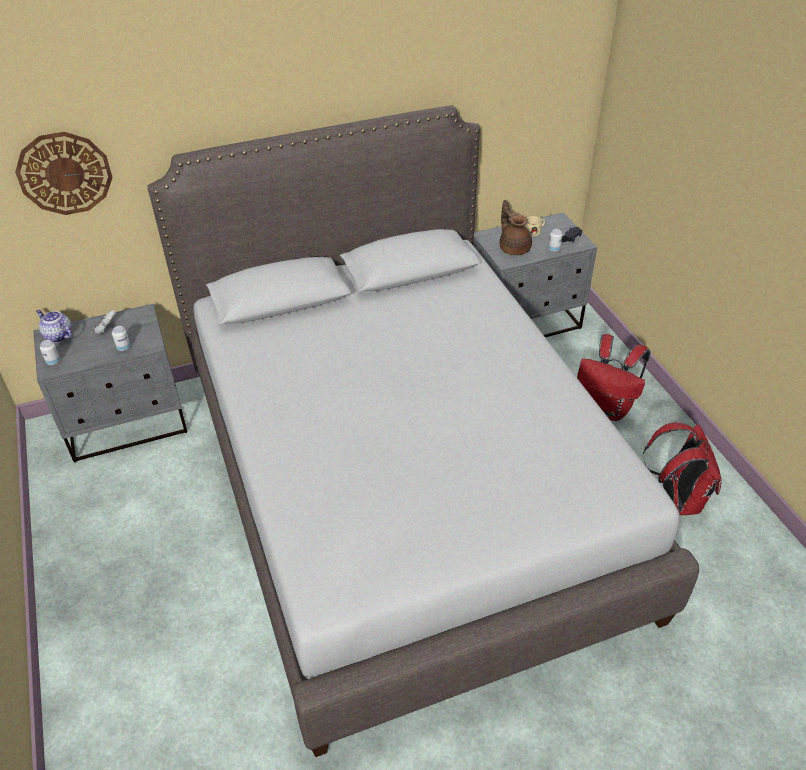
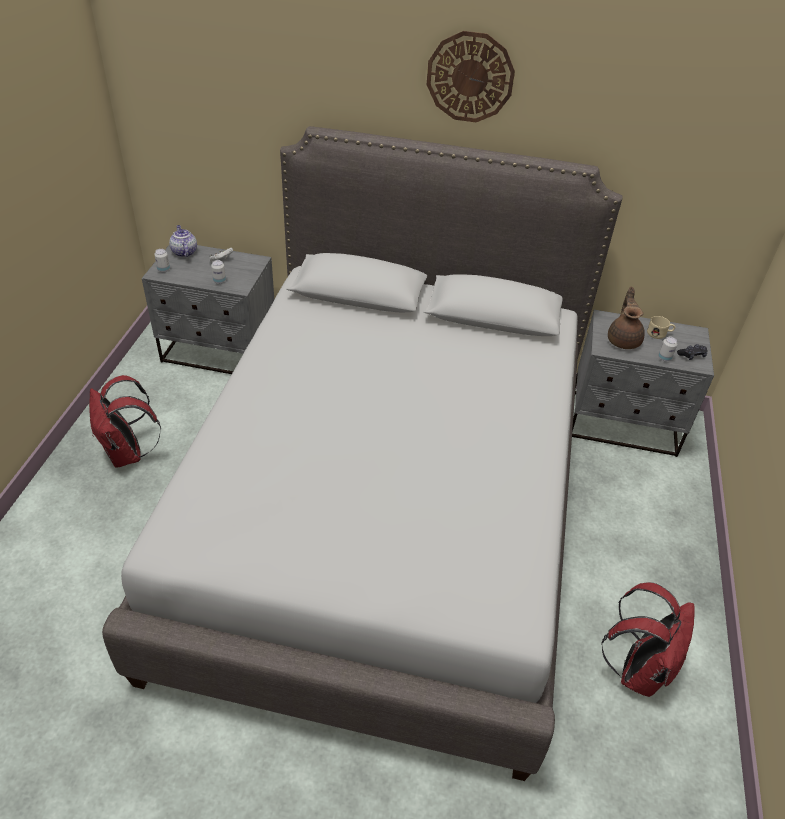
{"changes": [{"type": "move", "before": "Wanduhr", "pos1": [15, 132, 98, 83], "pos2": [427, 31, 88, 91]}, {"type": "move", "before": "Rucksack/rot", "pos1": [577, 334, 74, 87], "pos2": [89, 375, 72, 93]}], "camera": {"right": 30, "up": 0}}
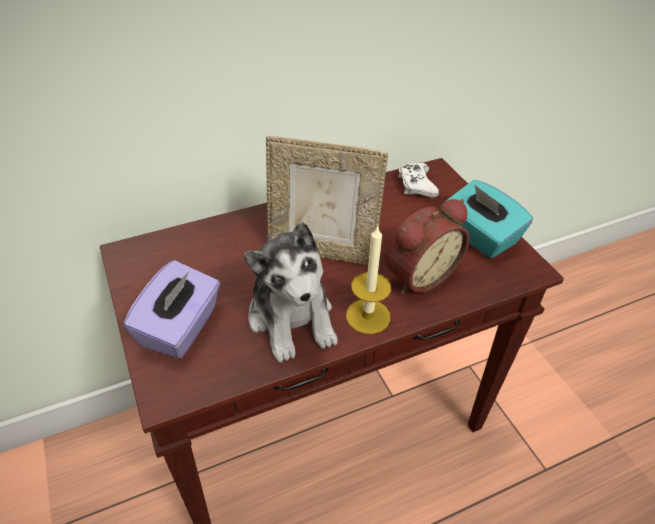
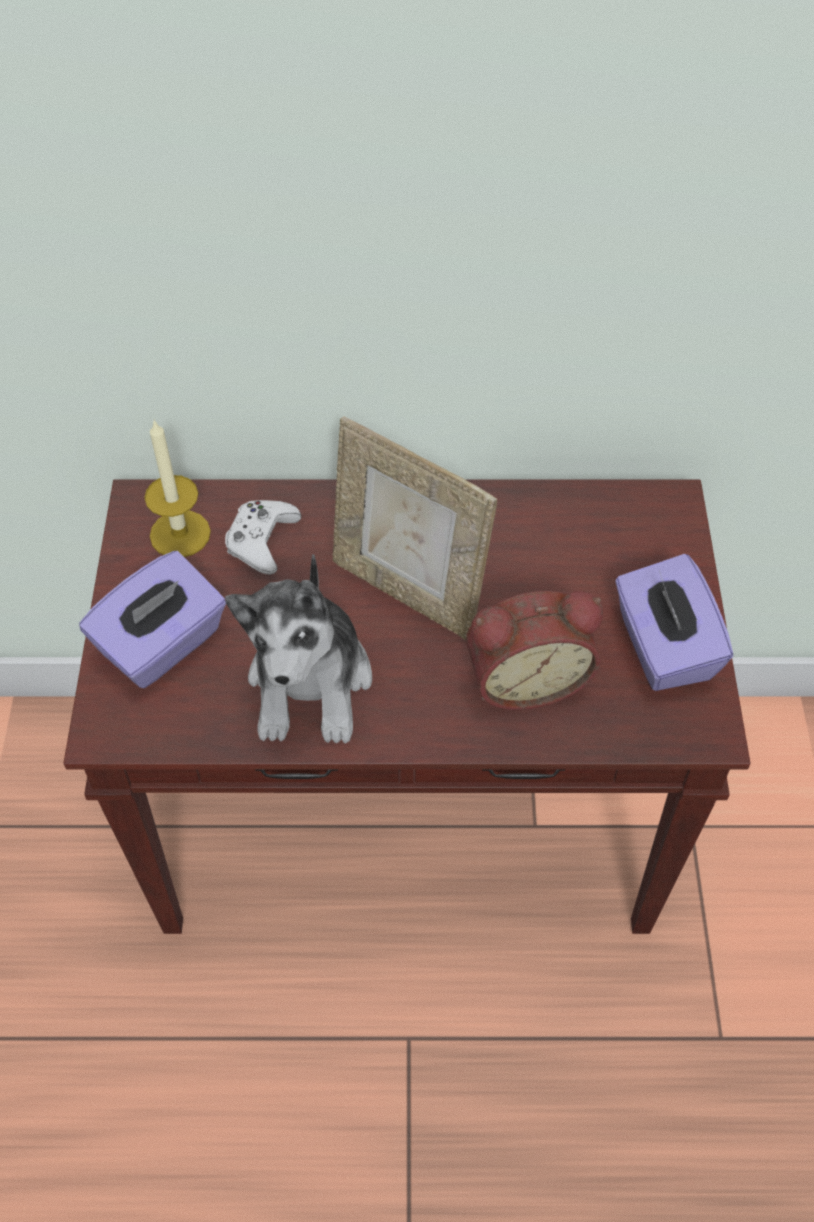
{"changes": [{"type": "move", "before": "Kerze", "pos1": [346, 225, 45, 109], "pos2": [144, 419, 67, 138]}, {"type": "move", "before": "Gamepad/weiß", "pos1": [398, 163, 41, 35], "pos2": [225, 500, 76, 75]}, {"type": "recolor", "before": "Taschentuchbox/türkis", "after": "Taschentuchbox/lila", "pos1": [445, 180, 88, 79], "pos2": [615, 554, 118, 137]}], "camera": {"right": 25, "up": 10}}
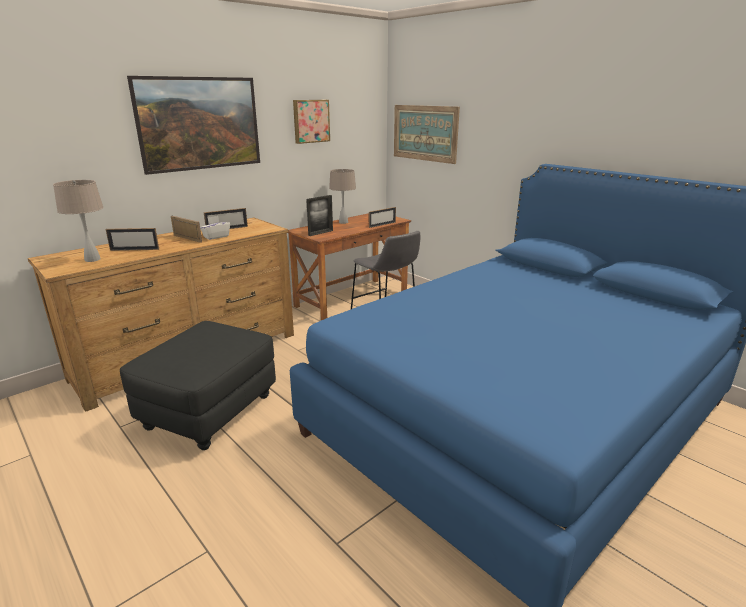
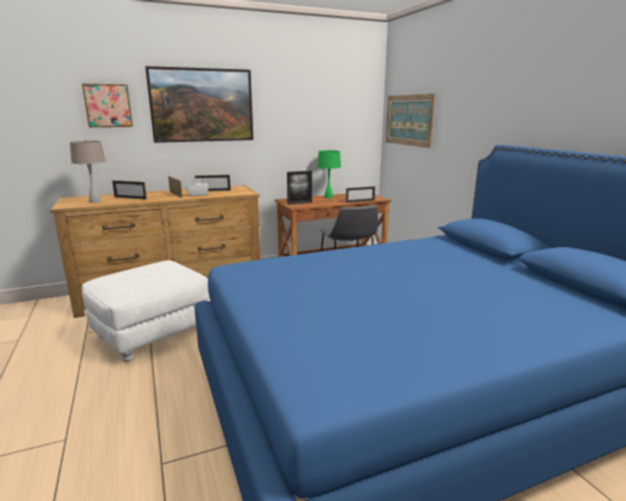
{"changes": [{"type": "move", "before": "Bild", "pos1": [293, 100, 37, 44], "pos2": [82, 84, 51, 43]}, {"type": "recolor", "before": "Polsterhocker/schwarz", "after": "Polsterhocker/weiß", "pos1": [120, 321, 156, 129], "pos2": [82, 260, 128, 103]}, {"type": "recolor", "before": "Tischlampe/beige", "after": "Tischlampe/grün", "pos1": [329, 169, 27, 55], "pos2": [317, 150, 24, 48]}], "camera": {"right": 20, "up": -5}}
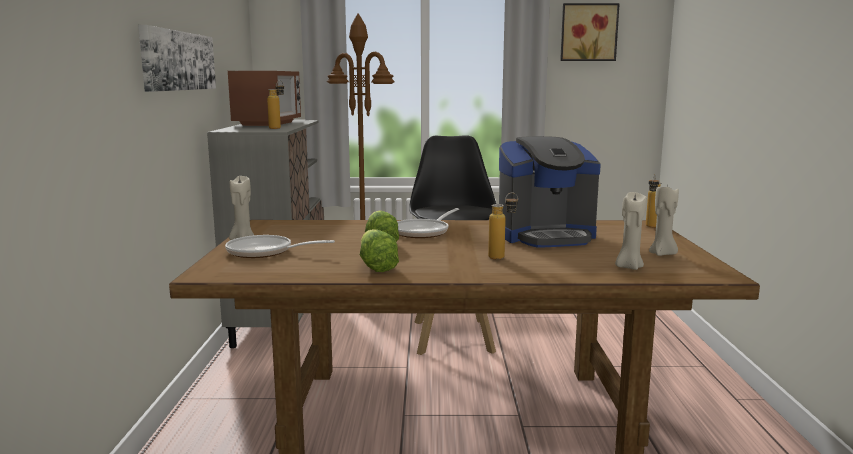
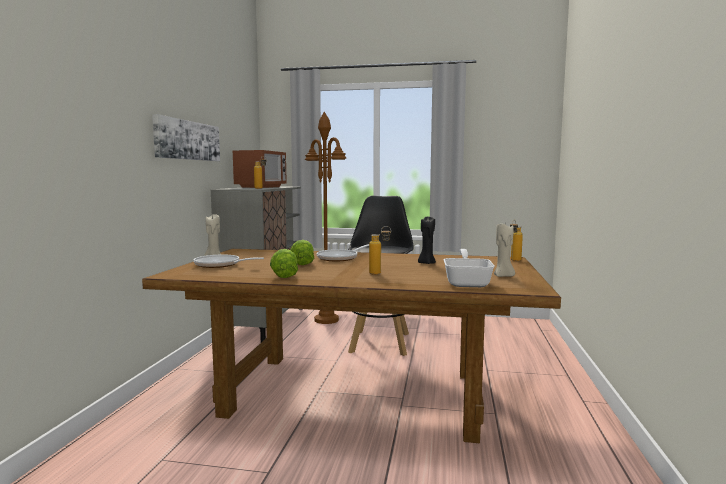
{"changes": [{"type": "delete", "before": "Bild", "pos1": [560, 3, 60, 58]}, {"type": "replace", "before": "Kaffeemaschine", "after": "Kerze/schwarz", "pos1": [499, 136, 102, 112], "pos2": [418, 217, 18, 47]}, {"type": "replace", "before": "Kerze/beige", "after": "Pfanne", "pos1": [615, 191, 32, 79], "pos2": [444, 249, 51, 38]}], "camera": {"right": 10, "up": -5}}
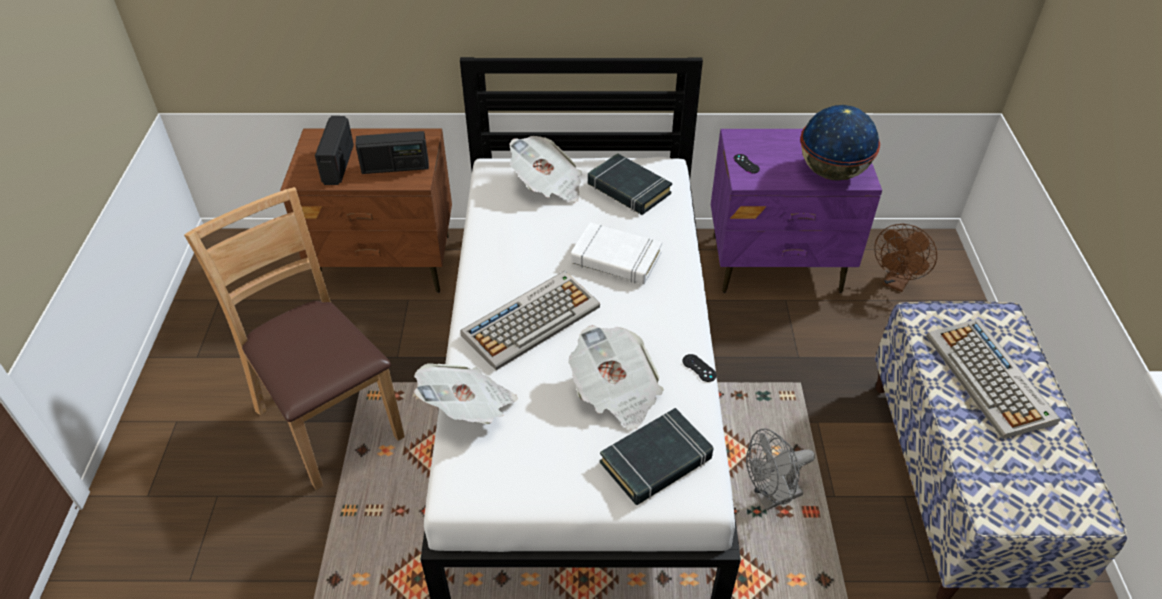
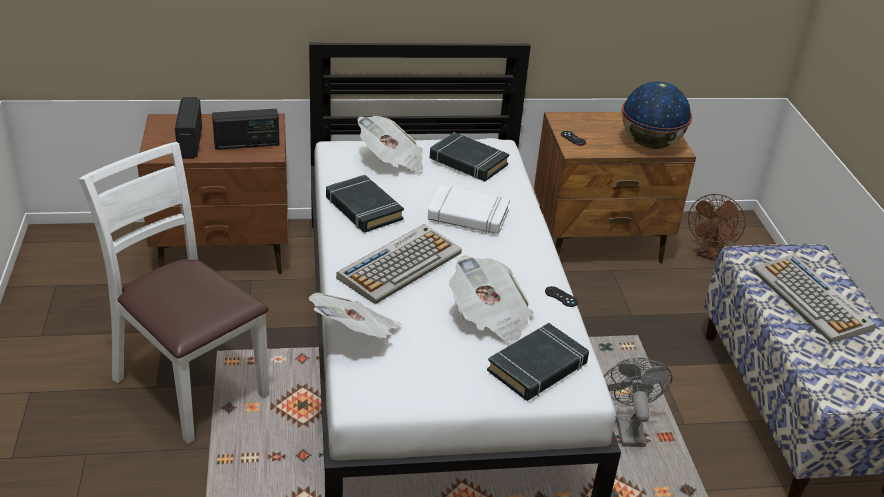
{"changes": [{"type": "insert", "after": "Buch/schwarz", "pos2": [326, 175, 78, 58]}, {"type": "recolor", "before": "Stuhl/braun", "after": "Stuhl/weiß", "pos1": [184, 187, 221, 303], "pos2": [79, 142, 191, 302]}, {"type": "recolor", "before": "Nachttisch/lila", "after": "Nachttisch/braun", "pos1": [711, 129, 171, 164], "pos2": [534, 112, 162, 151]}, {"type": "rotate", "before": "Ventilator/grau", "pos1": [746, 428, 69, 82], "pos2": [604, 357, 69, 90], "turn": 120}], "camera": {"right": -10, "up": -10}}
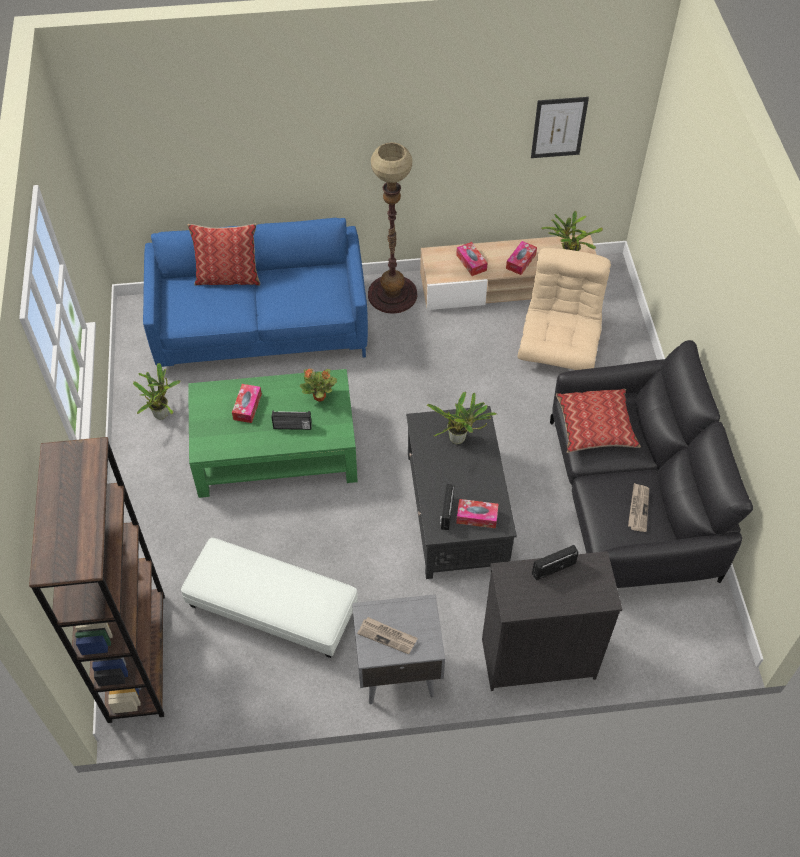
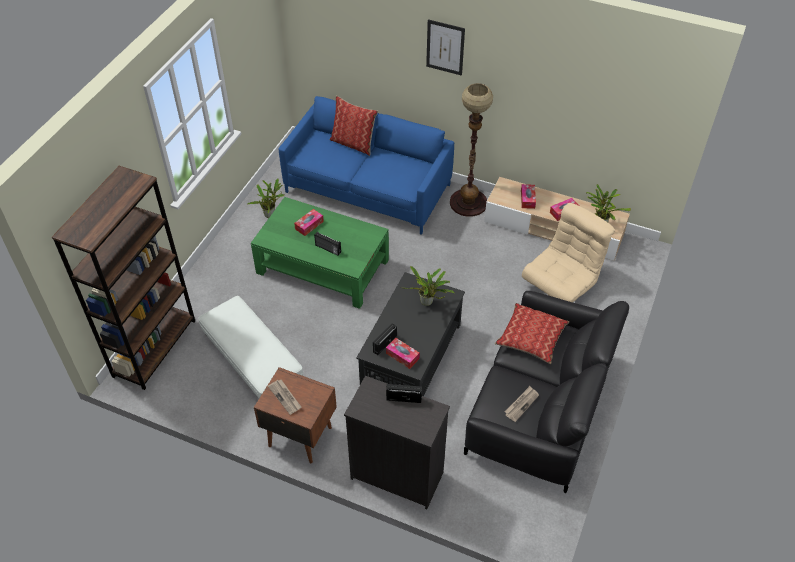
{"changes": [{"type": "delete", "before": "Topfpflanze", "pos1": [300, 369, 37, 33]}, {"type": "move", "before": "Bild", "pos1": [531, 97, 58, 61], "pos2": [426, 19, 39, 57]}, {"type": "recolor", "before": "Nachttisch/grau", "after": "Nachttisch/braun", "pos1": [352, 594, 93, 110], "pos2": [254, 367, 83, 96]}], "camera": {"right": 30, "up": -5}}
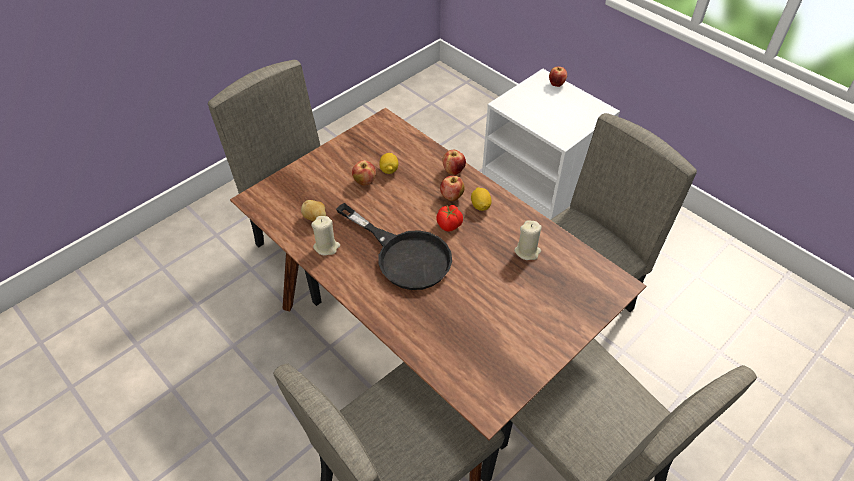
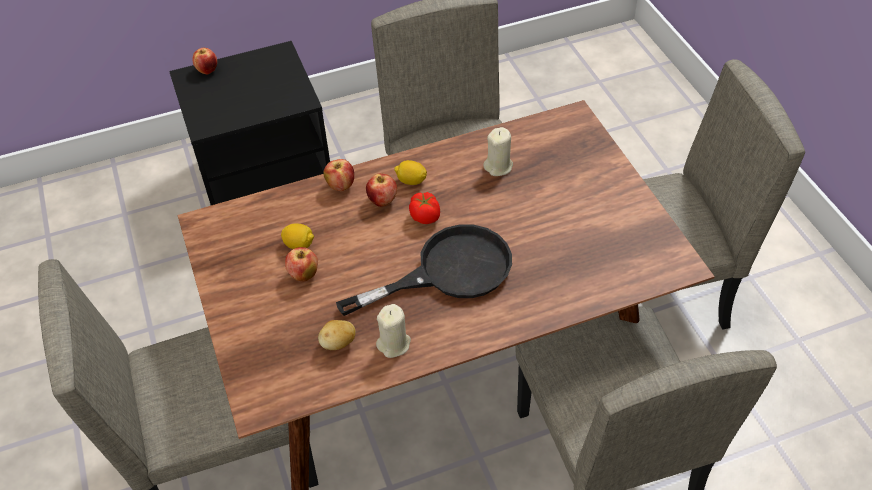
{"changes": [{"type": "recolor", "before": "Nachttisch/weiß", "after": "Nachttisch/schwarz", "pos1": [482, 69, 138, 150], "pos2": [169, 41, 161, 164]}], "camera": {"right": -65, "up": 0}}
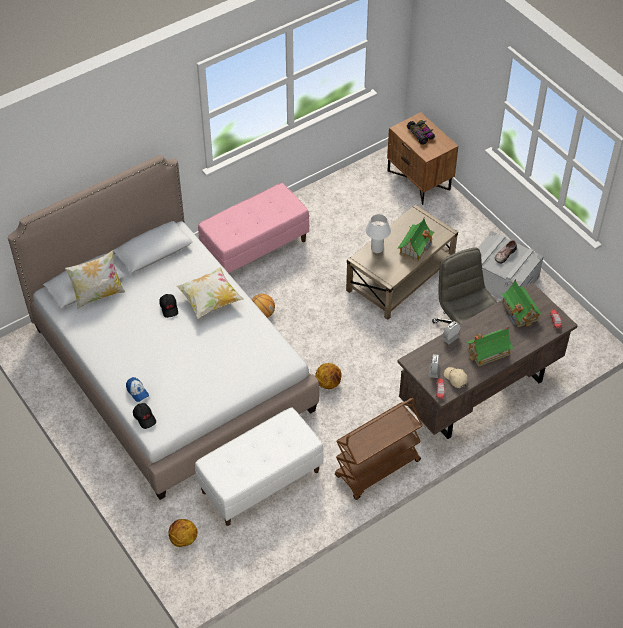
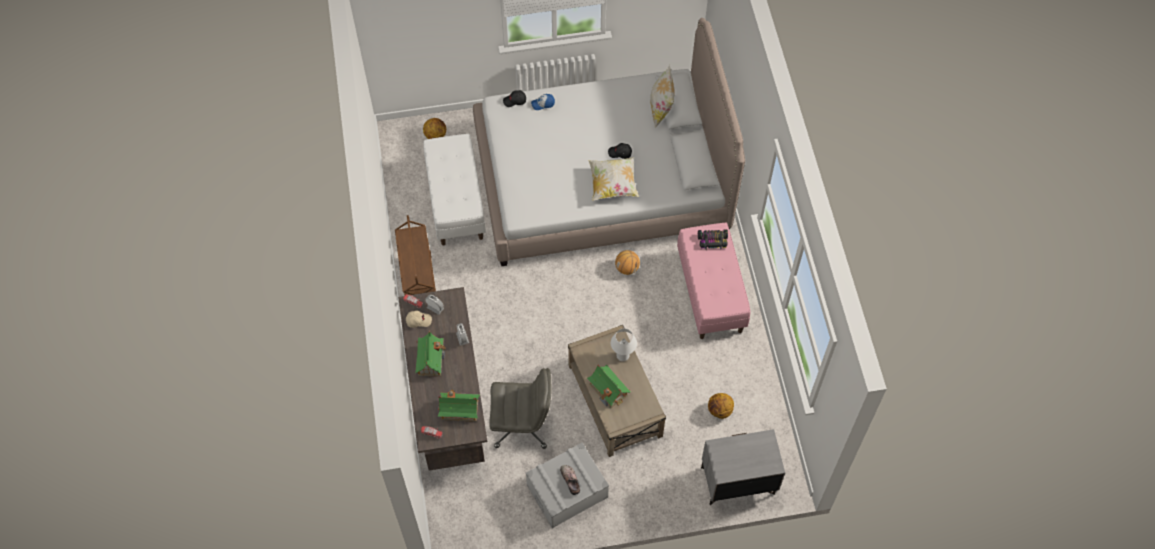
{"changes": [{"type": "move", "before": "Basketball", "pos1": [315, 363, 27, 26], "pos2": [708, 393, 26, 26]}, {"type": "move", "before": "Spielzeugauto", "pos1": [407, 120, 28, 25], "pos2": [698, 229, 30, 21]}, {"type": "recolor", "before": "Nachttisch/braun", "after": "Nachttisch/grau", "pos1": [387, 112, 71, 93], "pos2": [701, 429, 84, 76]}], "camera": {"right": 115, "up": 10}}
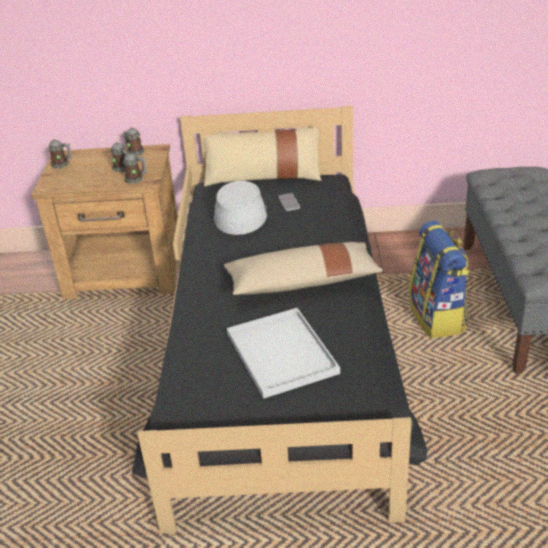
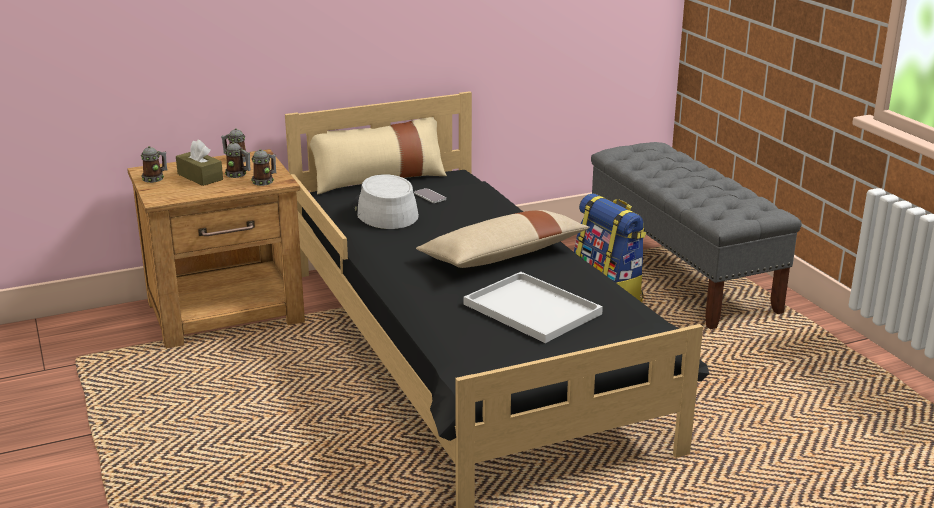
{"changes": [{"type": "insert", "after": "Taschentuchbox/braun", "pos2": [176, 140, 47, 46]}], "camera": {"right": -25, "up": -10}}
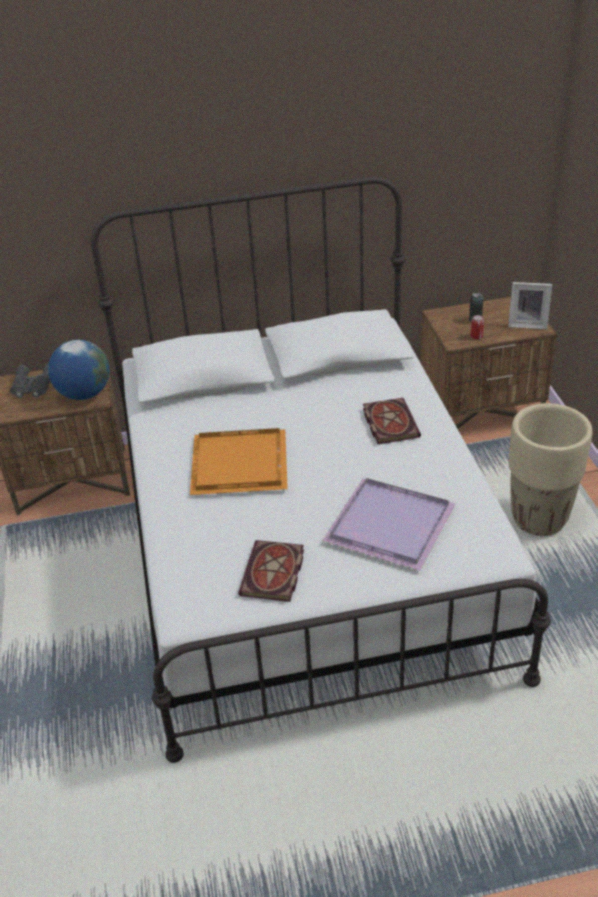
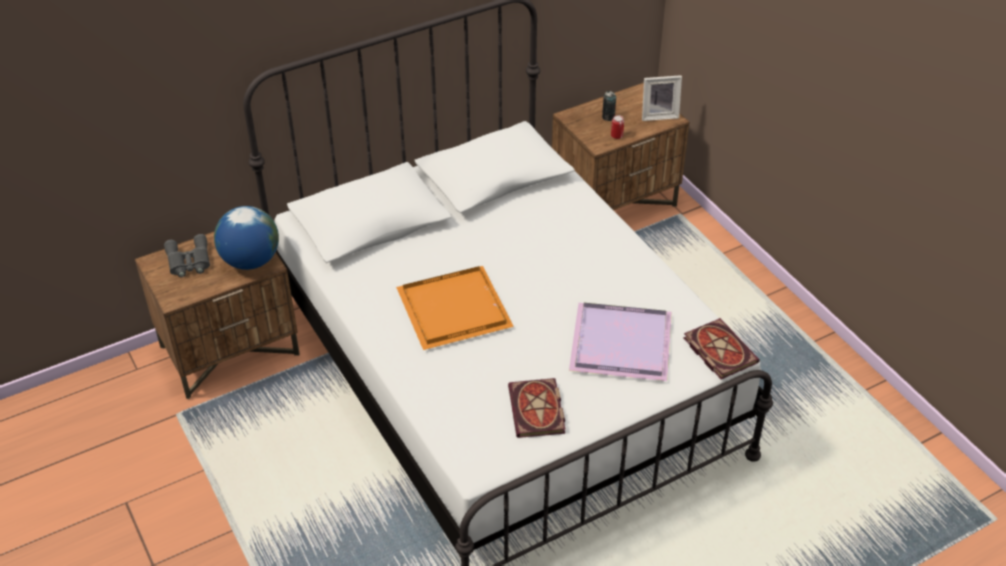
{"changes": [{"type": "delete", "before": "Pflanzkübel/beige", "pos1": [509, 403, 83, 133]}, {"type": "move", "before": "Buch", "pos1": [363, 398, 58, 46], "pos2": [683, 318, 77, 61]}], "camera": {"right": -20, "up": 5}}
